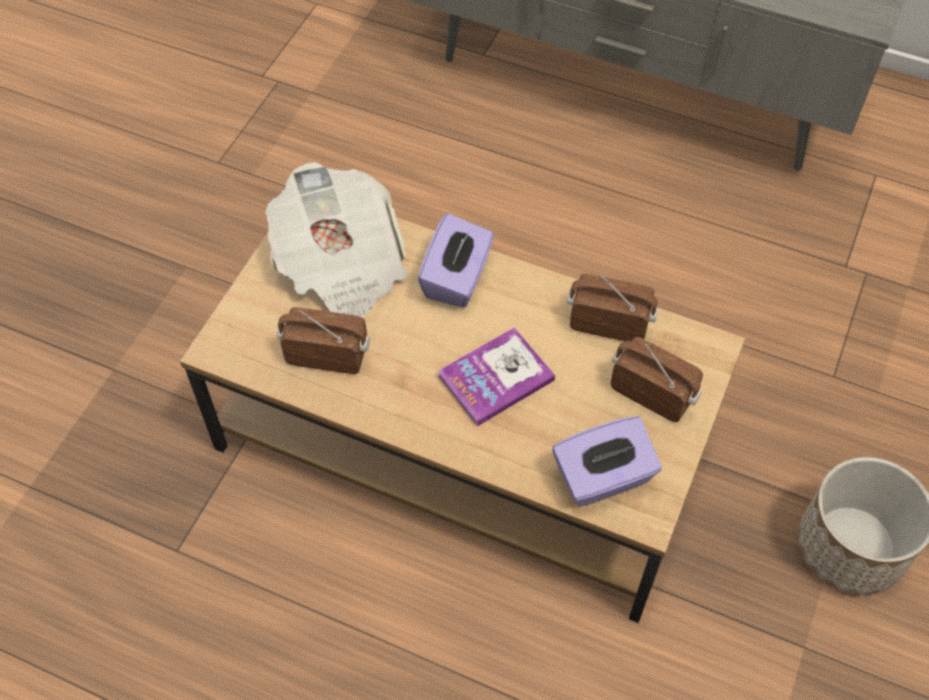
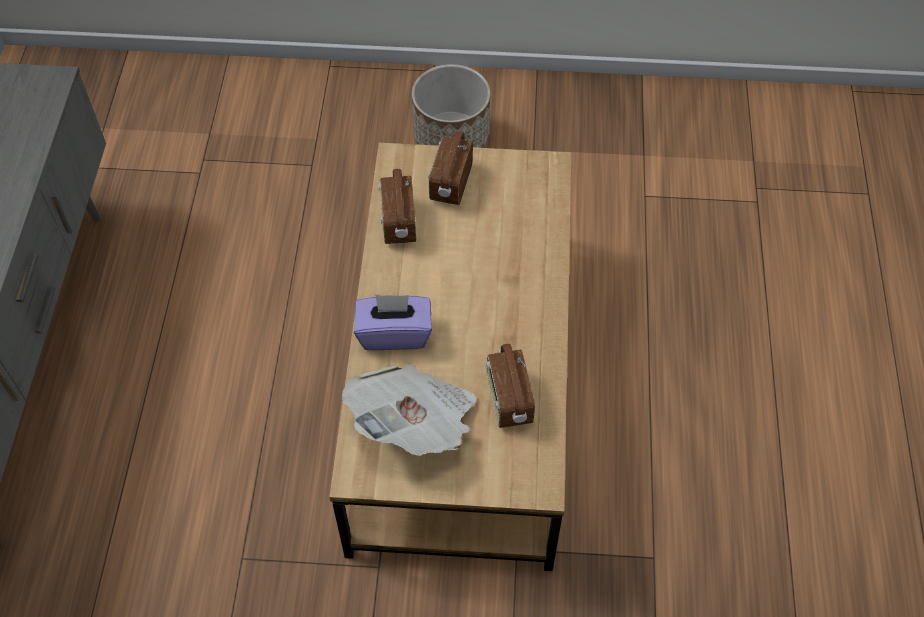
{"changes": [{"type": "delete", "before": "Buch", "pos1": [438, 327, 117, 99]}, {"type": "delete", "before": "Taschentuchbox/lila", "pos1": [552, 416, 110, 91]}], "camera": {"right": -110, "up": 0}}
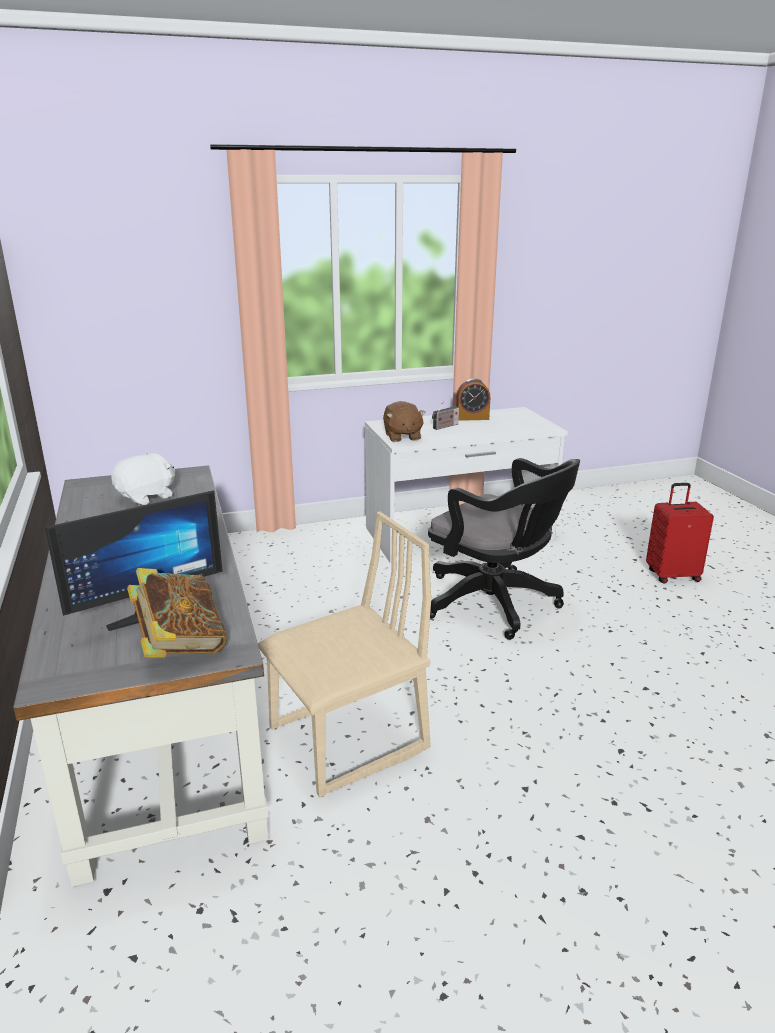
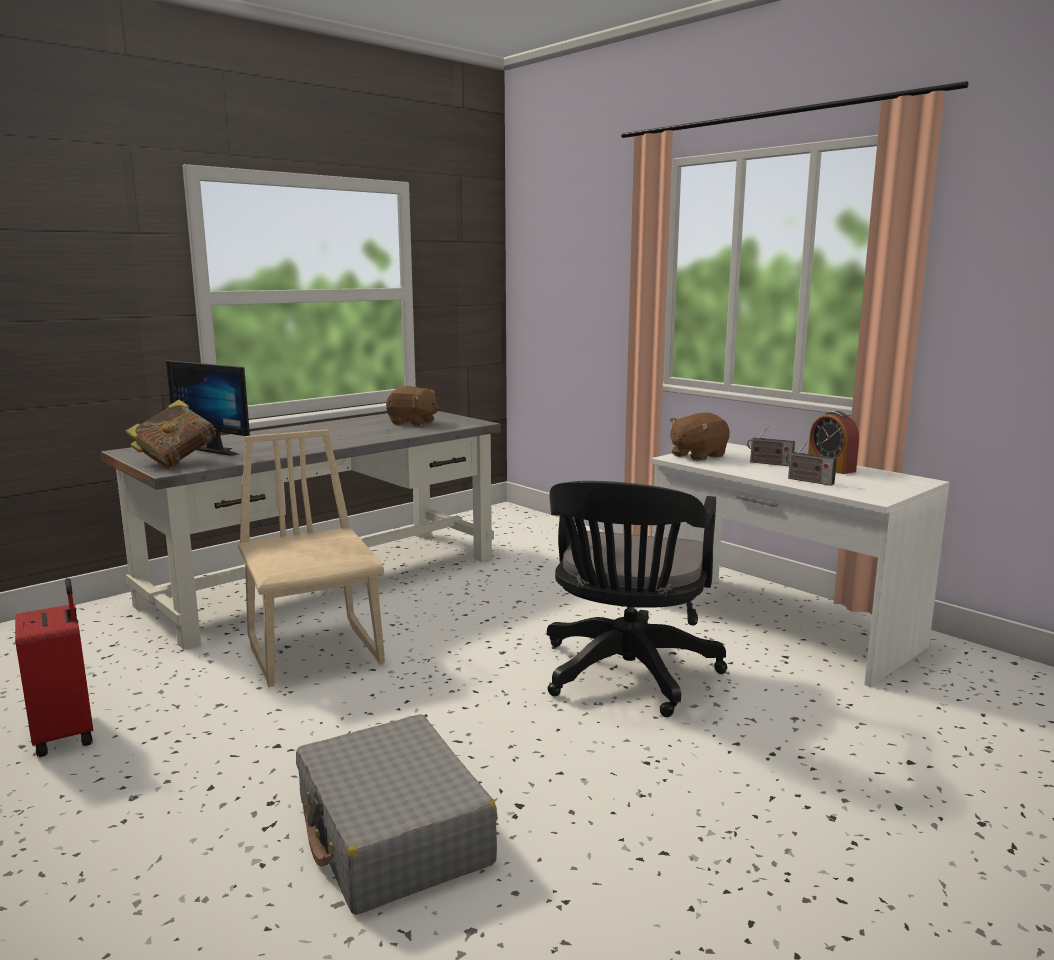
{"changes": [{"type": "insert", "after": "Koffer/grau", "pos2": [296, 714, 202, 201]}, {"type": "insert", "after": "Radio", "pos2": [786, 440, 51, 46]}, {"type": "move", "before": "Koffer/rot", "pos1": [646, 483, 68, 101], "pos2": [15, 578, 78, 179]}, {"type": "recolor", "before": "Plüschtier/weiß", "after": "Plüschtier/braun", "pos1": [111, 453, 64, 52], "pos2": [386, 386, 54, 40]}, {"type": "rotate", "before": "Stuhl/beige", "pos1": [258, 512, 173, 285], "pos2": [238, 429, 147, 258], "turn": -150}], "camera": {"right": 65, "up": -10}}
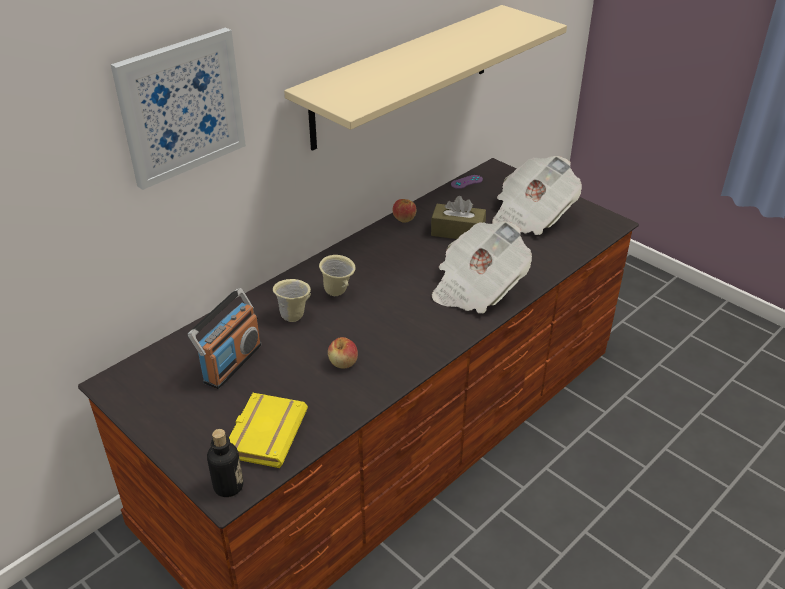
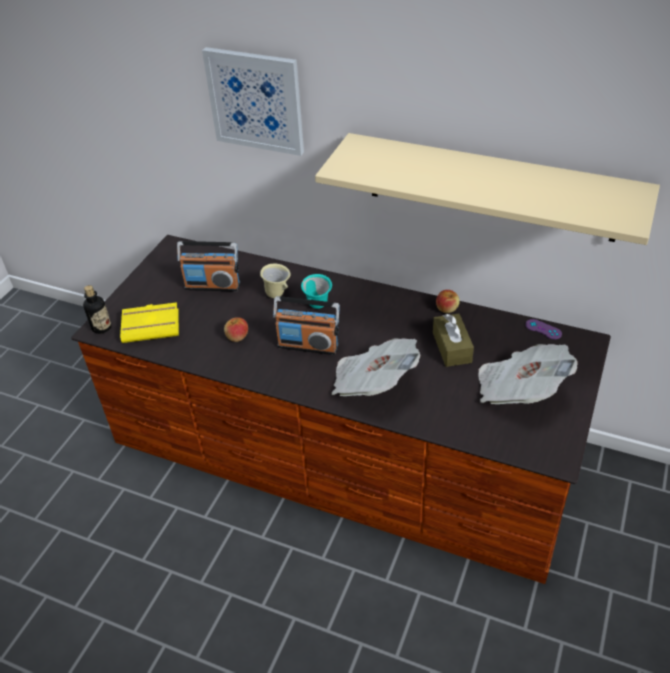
{"changes": [{"type": "insert", "after": "Radio", "pos2": [273, 296, 67, 59]}, {"type": "recolor", "before": "Henkelbecher/beige", "after": "Henkelbecher/türkis", "pos1": [319, 255, 37, 41], "pos2": [301, 274, 31, 35]}], "camera": {"right": 70, "up": 5}}
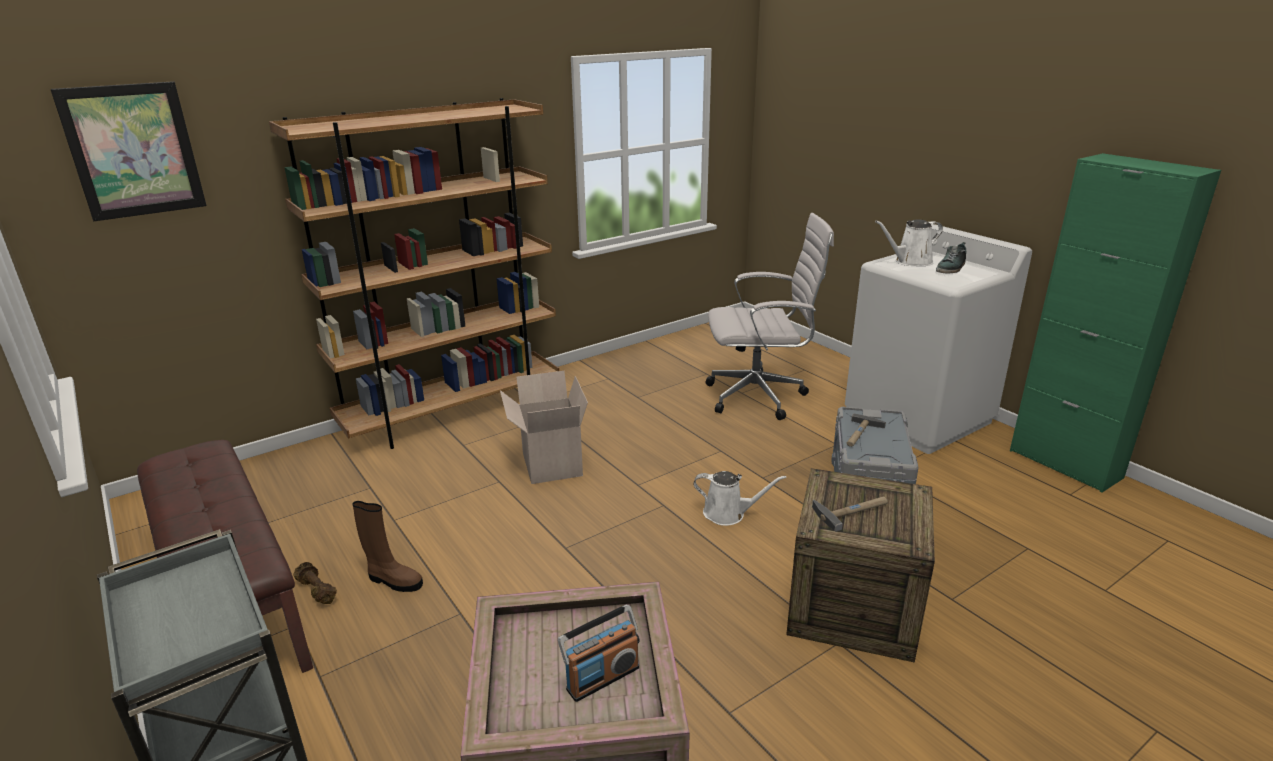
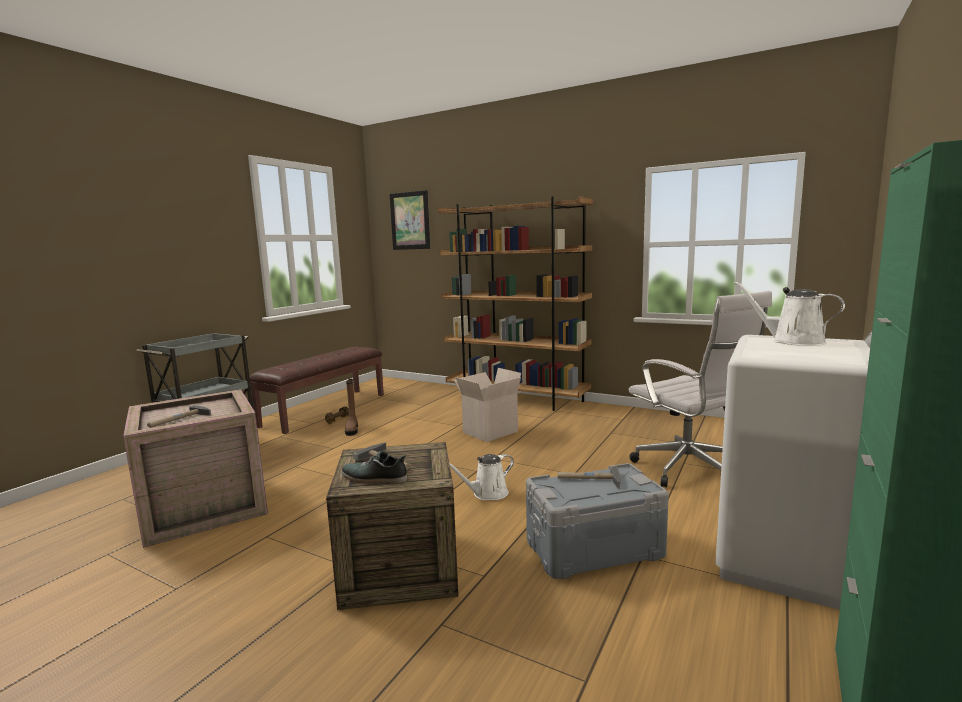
{"changes": [{"type": "move", "before": "Schuh", "pos1": [936, 242, 30, 31], "pos2": [342, 451, 65, 33]}, {"type": "replace", "before": "Radio", "after": "Hammer", "pos1": [558, 605, 82, 97], "pos2": [147, 405, 64, 23]}, {"type": "rotate", "before": "Gießkanne/weiß", "pos1": [693, 471, 93, 55], "pos2": [449, 454, 65, 46], "turn": 75}], "camera": {"right": 65, "up": -15}}
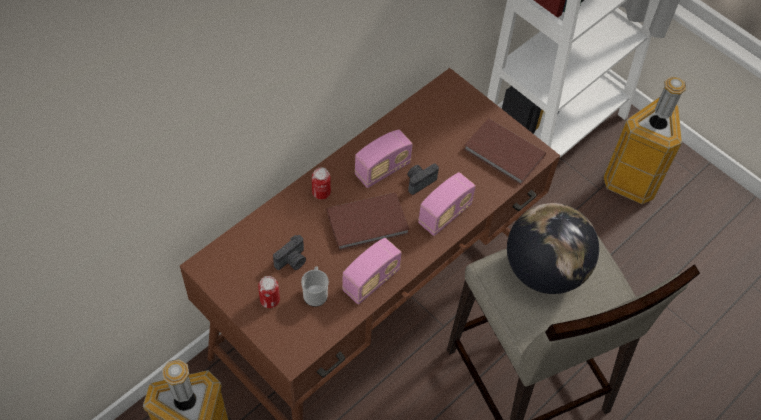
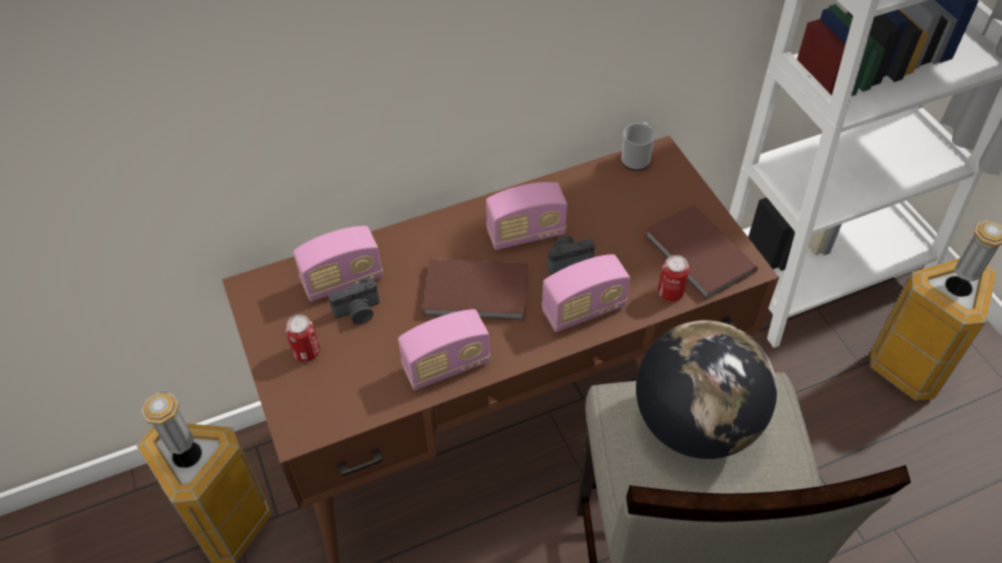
{"changes": [{"type": "insert", "after": "Radio", "pos2": [293, 226, 90, 76]}, {"type": "move", "before": "Henkelbecher", "pos1": [301, 266, 28, 41], "pos2": [621, 122, 35, 49]}, {"type": "move", "before": "Dose", "pos1": [312, 167, 19, 32], "pos2": [658, 255, 31, 47]}], "camera": {"right": 25, "up": -5}}
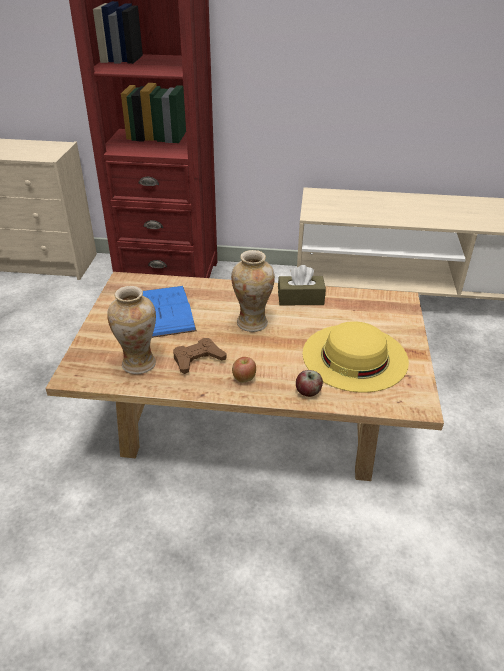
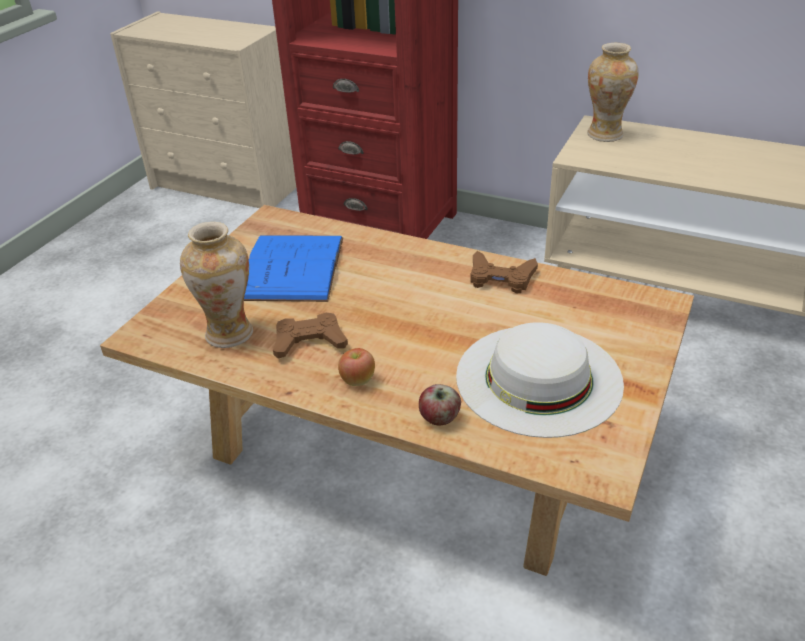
{"changes": [{"type": "move", "before": "Vase", "pos1": [231, 250, 44, 82], "pos2": [587, 43, 52, 99]}, {"type": "replace", "before": "Taschentuchbox/braun", "after": "Gamepad/braun", "pos1": [278, 265, 48, 40], "pos2": [470, 251, 68, 43]}, {"type": "recolor", "before": "Hut/gelb", "after": "Hut/weiß", "pos1": [303, 321, 106, 71], "pos2": [456, 322, 168, 116]}], "camera": {"right": 20, "up": 0}}
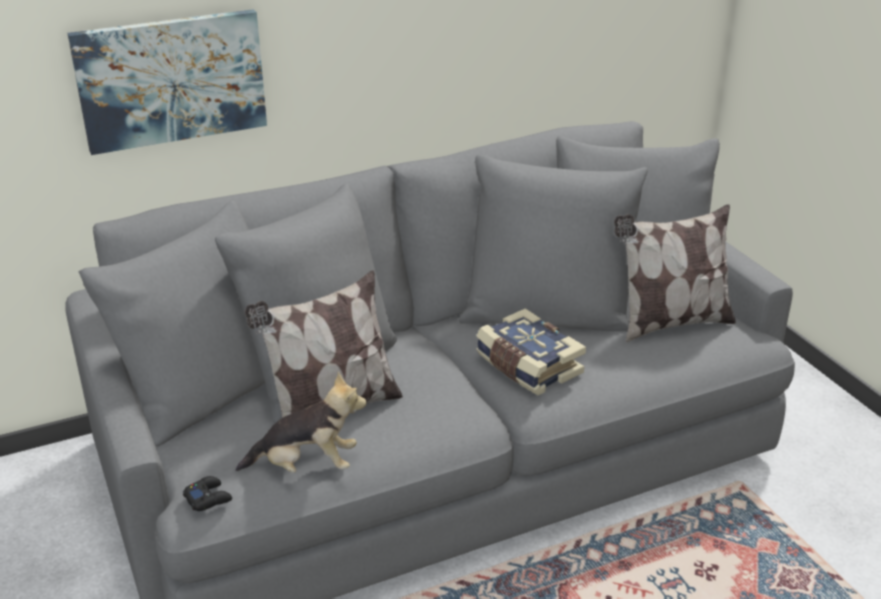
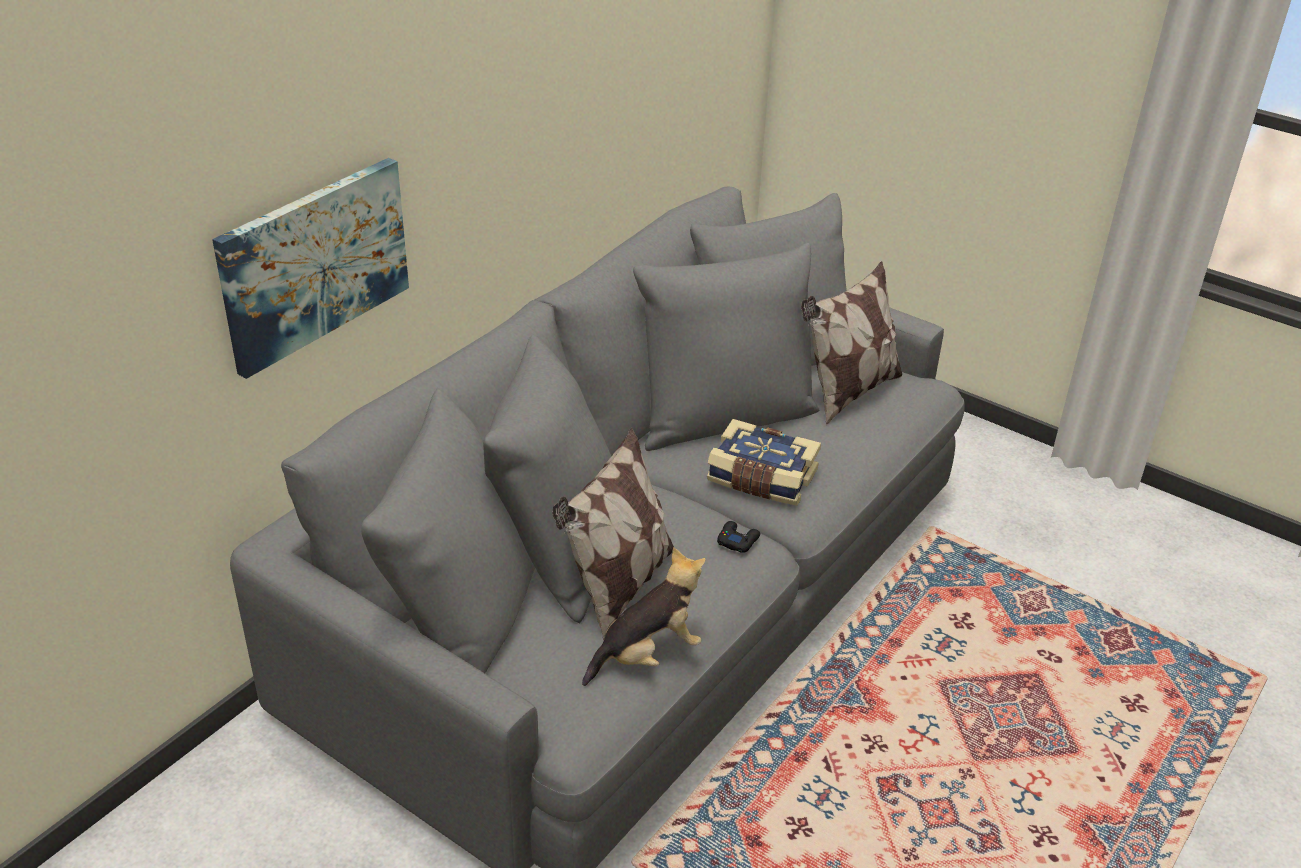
{"changes": [{"type": "move", "before": "Gamepad/schwarz", "pos1": [183, 476, 49, 35], "pos2": [717, 521, 43, 32]}], "camera": {"right": -30, "up": 5}}
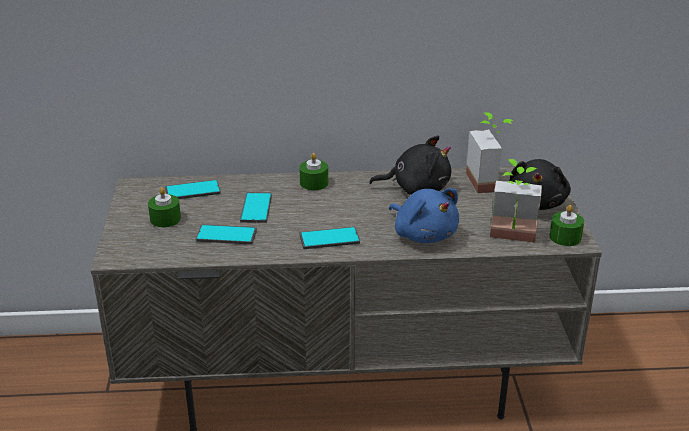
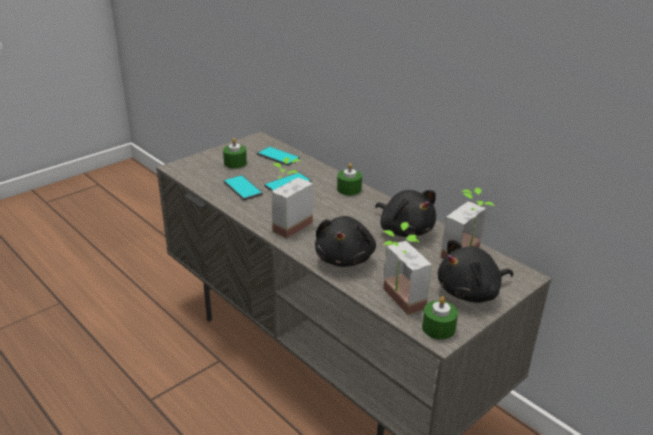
{"changes": [{"type": "replace", "before": "Handy", "after": "Topfpflanze", "pos1": [300, 227, 60, 22], "pos2": [272, 158, 41, 80]}, {"type": "recolor", "before": "Plüschtier/blau", "after": "Plüschtier/schwarz", "pos1": [389, 188, 70, 55], "pos2": [315, 216, 61, 51]}], "camera": {"right": 50, "up": 0}}
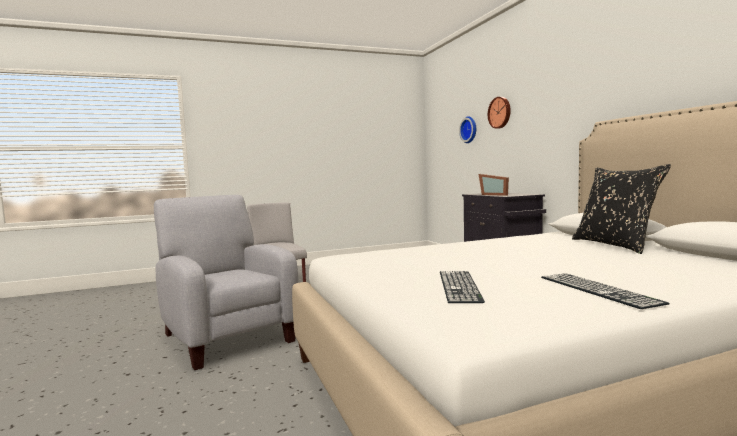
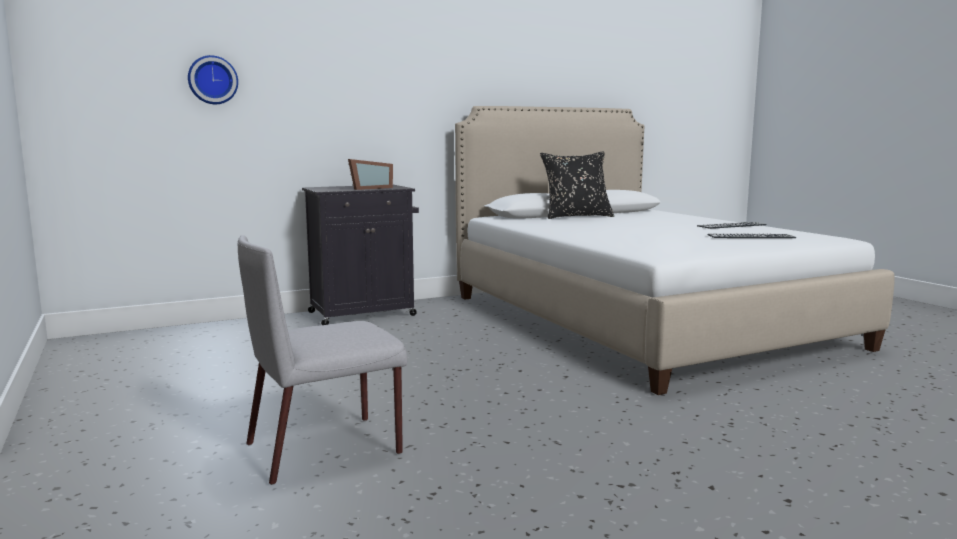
{"changes": [{"type": "delete", "before": "Sessel/grau", "pos1": [154, 195, 145, 175]}, {"type": "delete", "before": "Wanduhr", "pos1": [488, 97, 23, 32]}], "camera": {"right": -95, "up": 5}}
